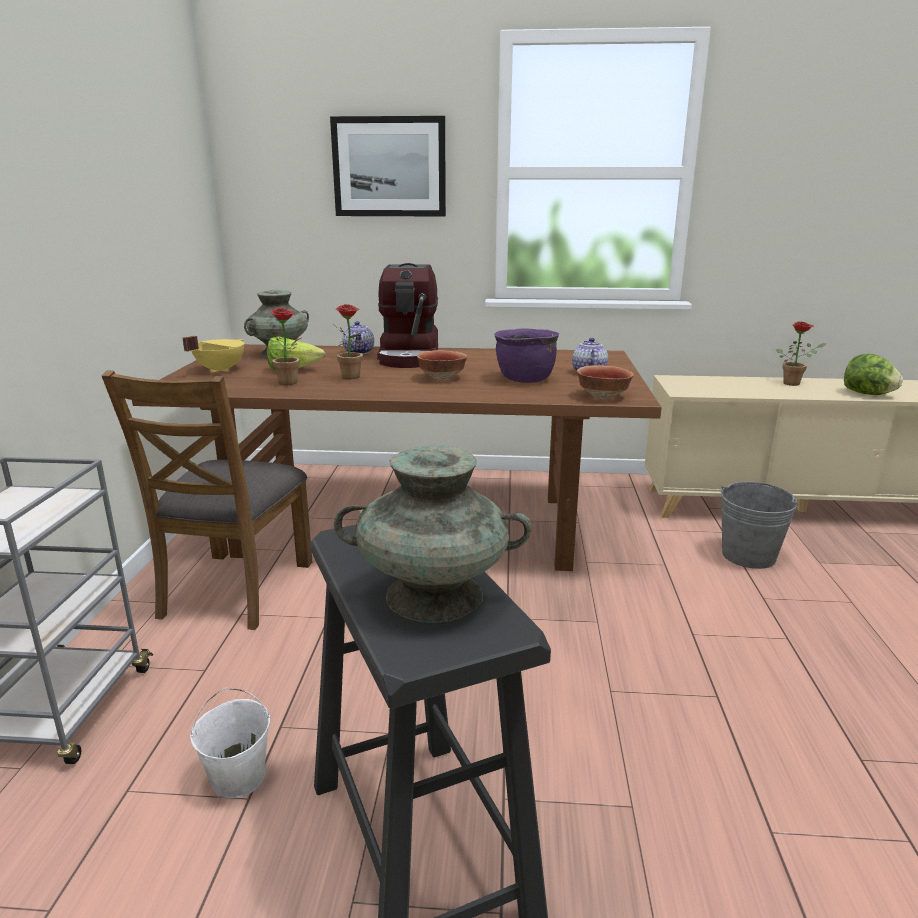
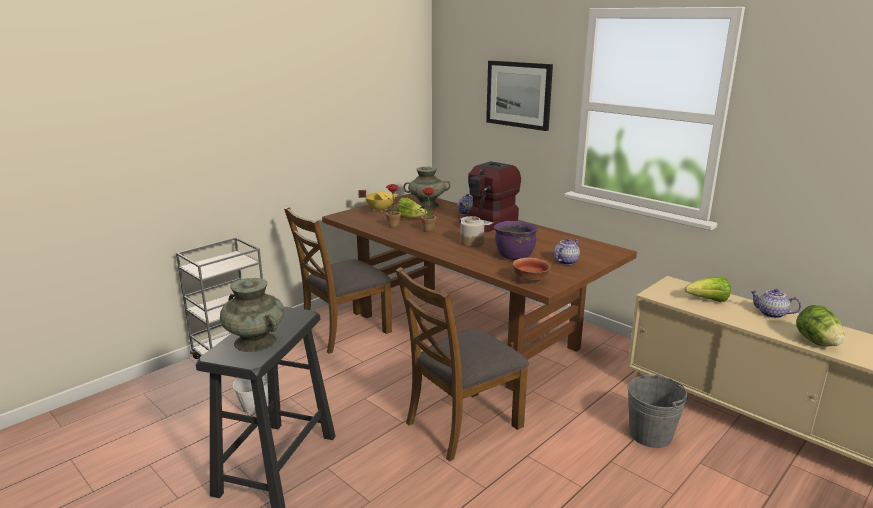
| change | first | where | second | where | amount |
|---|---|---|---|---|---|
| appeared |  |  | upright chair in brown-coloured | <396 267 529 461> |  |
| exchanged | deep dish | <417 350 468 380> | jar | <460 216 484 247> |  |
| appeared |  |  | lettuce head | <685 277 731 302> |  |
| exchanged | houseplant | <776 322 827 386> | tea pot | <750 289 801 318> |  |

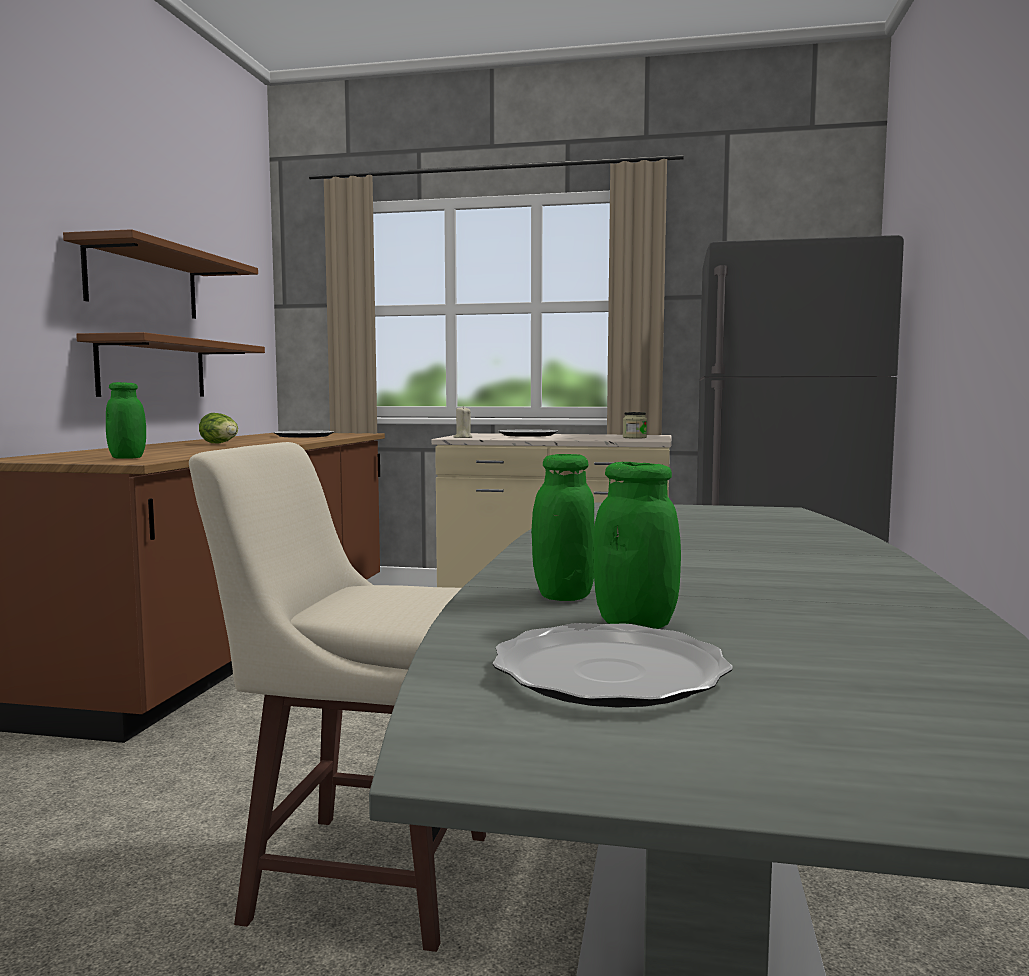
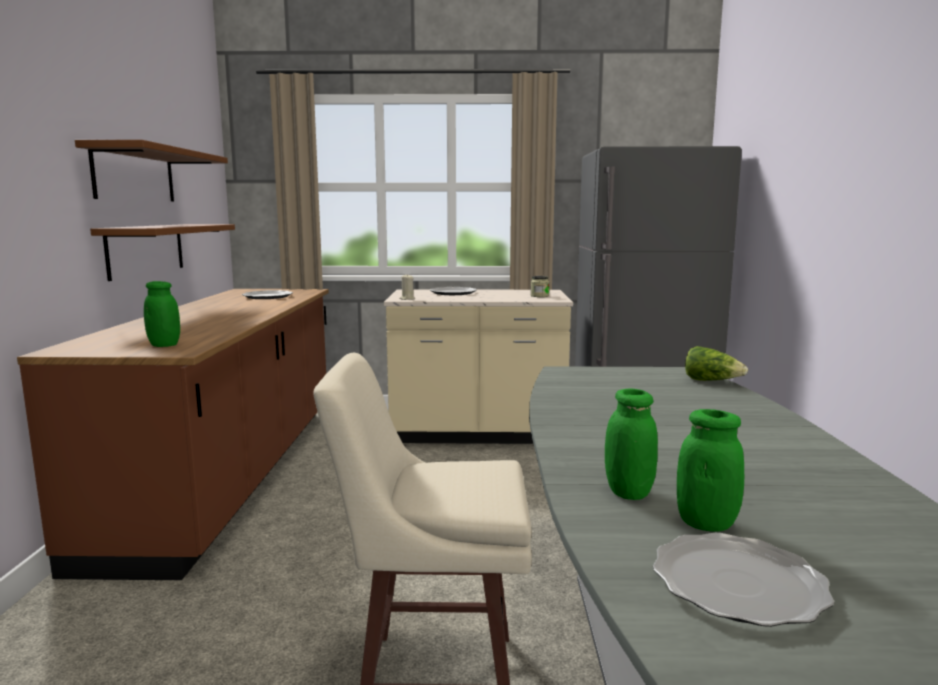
| change | first | where | second | where | amount |
|---|---|---|---|---|---|
| relocated | lettuce head | <199 413 238 443> |  | <685 346 748 381> |  |

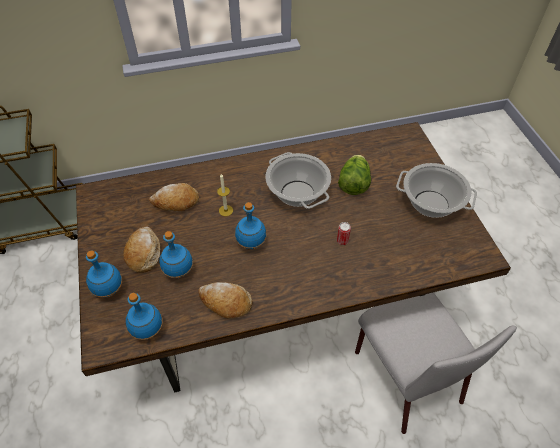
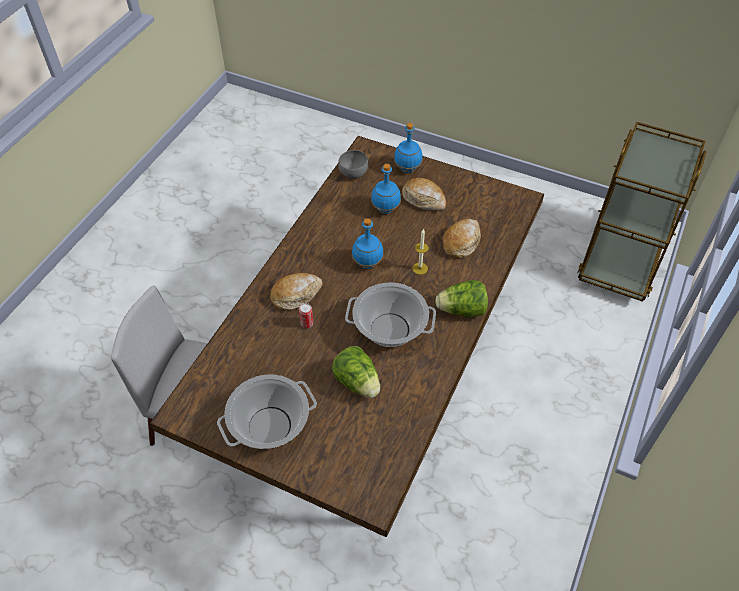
| change | first | where | second | where | amount |
|---|---|---|---|---|---|
| relocated | baked bread | <198 282 253 318> |  | <270 273 323 311> |  |
| exchanged | drink bottle in blue-coloured | <126 293 163 340> | deep dish in gray | <338 150 368 178> |  |
| appeared |  |  | lettuce head | <435 280 488 317> |  |

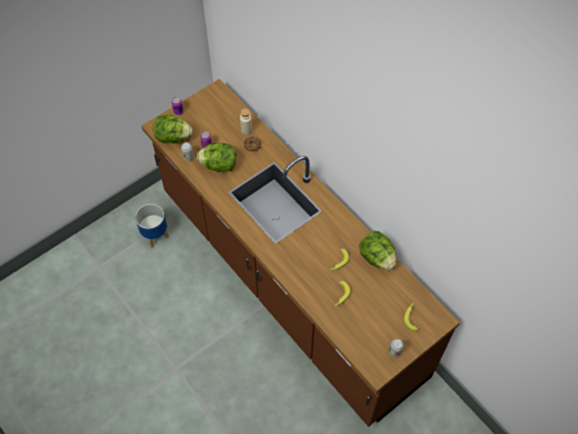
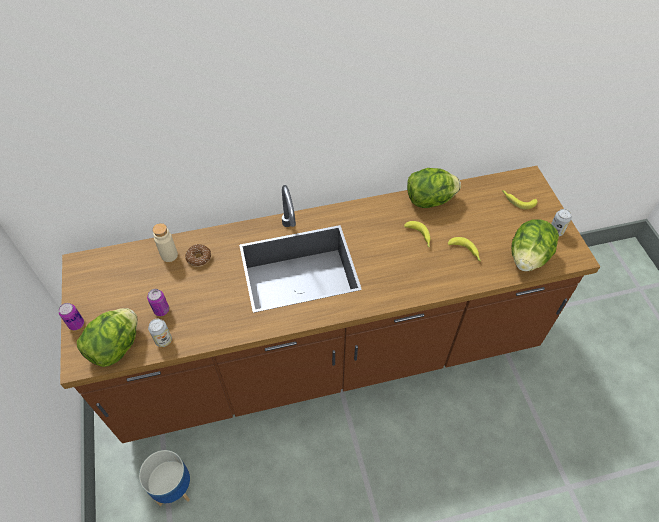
| change | first | where | second | where | amount |
|---|---|---|---|---|---|
| relocated | lettuce head | <197 143 236 172> |  | <511 219 559 271> |  |

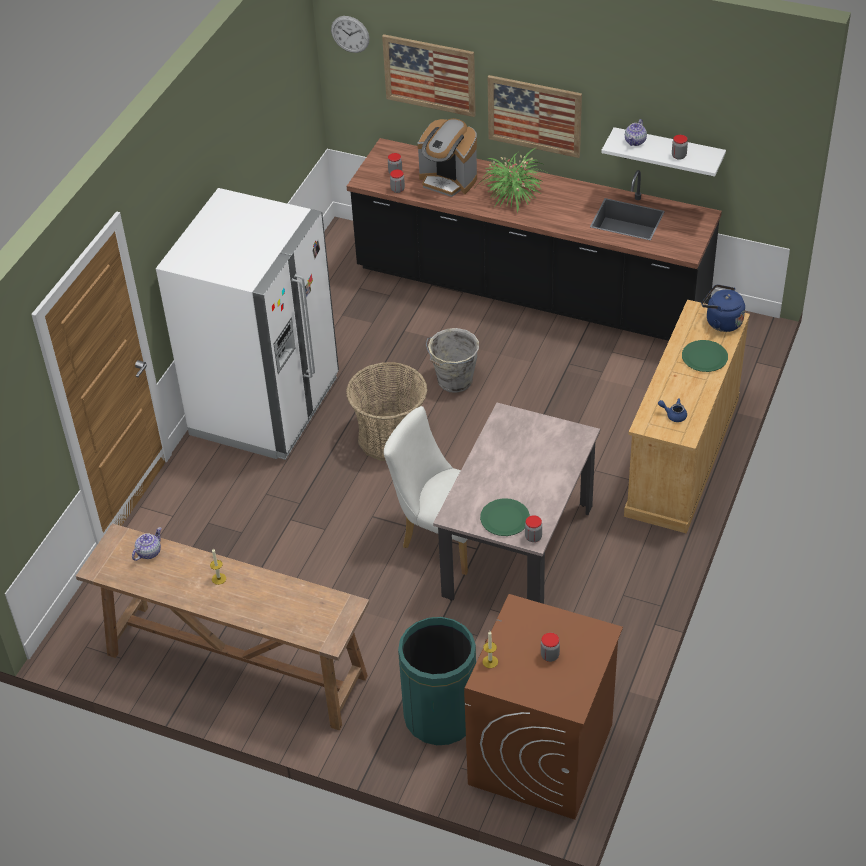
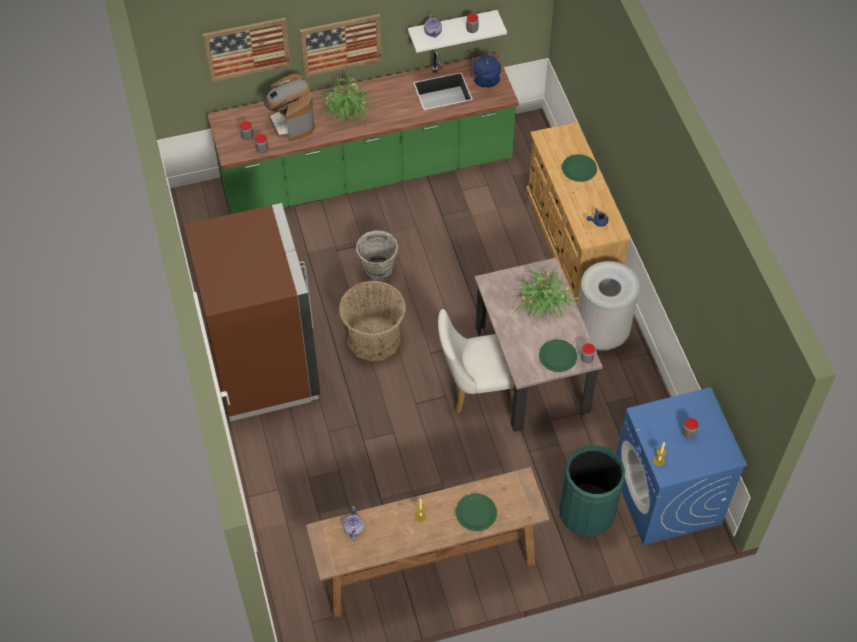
| change | first | where | second | where | amount |
|---|---|---|---|---|---|
| colour | refrigerator in white-coloured | <156 188 339 460> | refrigerator in brown-coloured | <184 203 320 422> |  |
| colour | kitchen counter in blackish | <347 138 722 341> | kitchen counter in green | <207 51 519 214> |  |
| spun | coffee maker | <417 118 477 197> |  | <263 74 315 141> | 75 degrees clockwise |
| appeared |  |  | plate in green | <456 494 497 531> |  |
| relocated | water kettle in blue-coloured | <701 284 745 332> |  | <470 53 501 88> |  |
| appeared |  |  | houseplant | <512 266 578 319> |  |
| appeared |  |  | trash can in gray | <577 261 639 351> |  |
| colour | laundry appliance in brown-coloured | <464 594 623 820> | laundry appliance in blue-coloured | <616 387 747 545> |  |
| missing | wall clock | <331 16 369 53> |  |  |  |

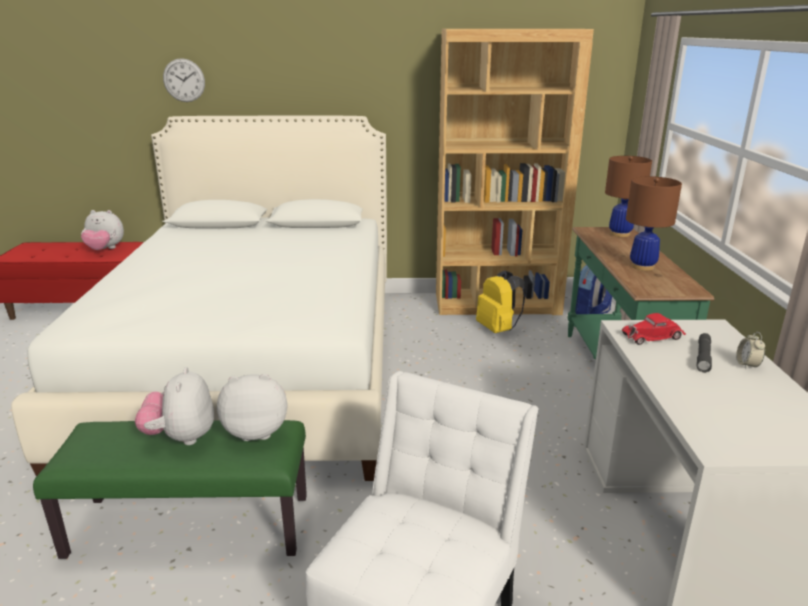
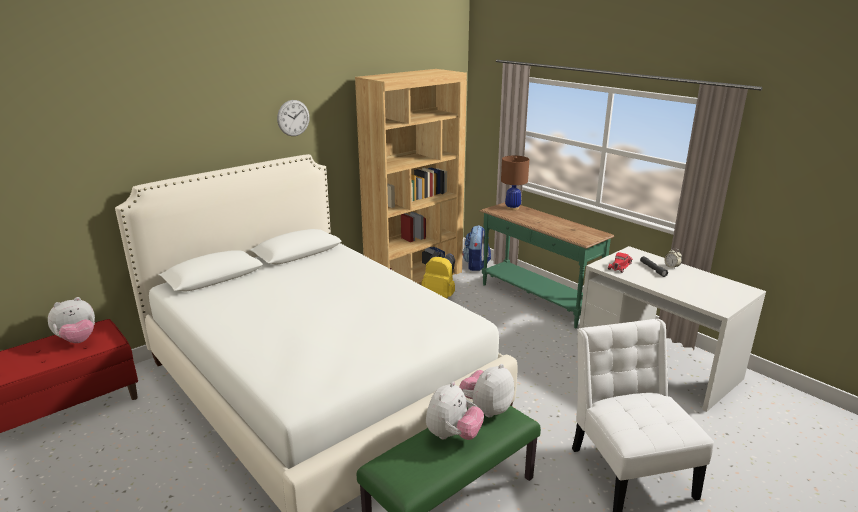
| change | first | where | second | where | amount |
|---|---|---|---|---|---|
| relocated | wall clock | <163 58 205 102> |  | <277 100 310 136> |  |
| spun | cuddly toy | <135 367 214 445> |  | <426 382 484 440> | 105 degrees counterclockwise |
| missing | table lamp in brown-coloured | <626 176 682 271> |  |  |  |

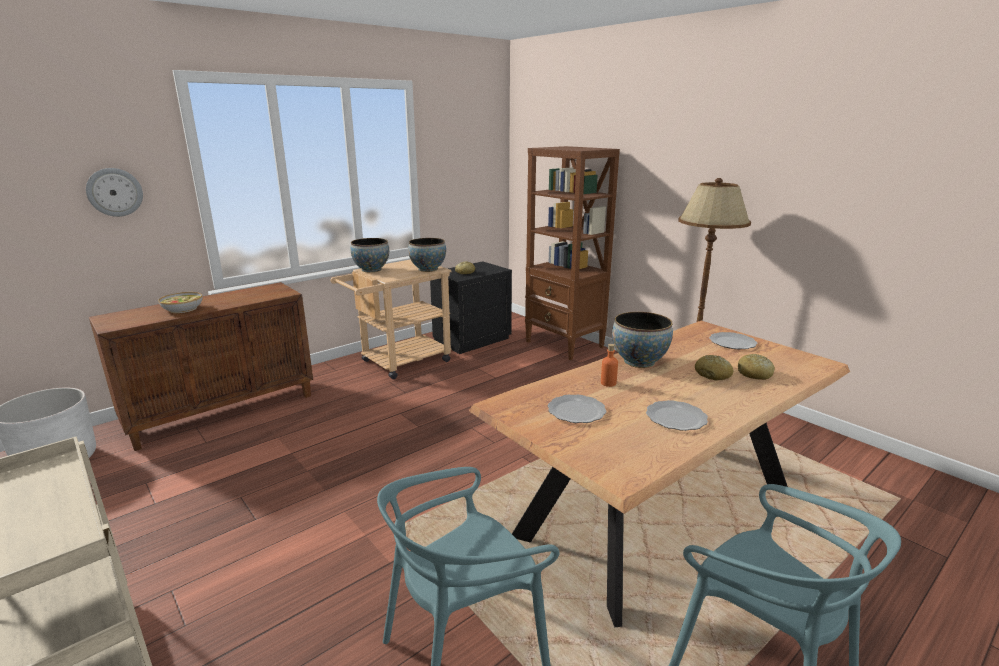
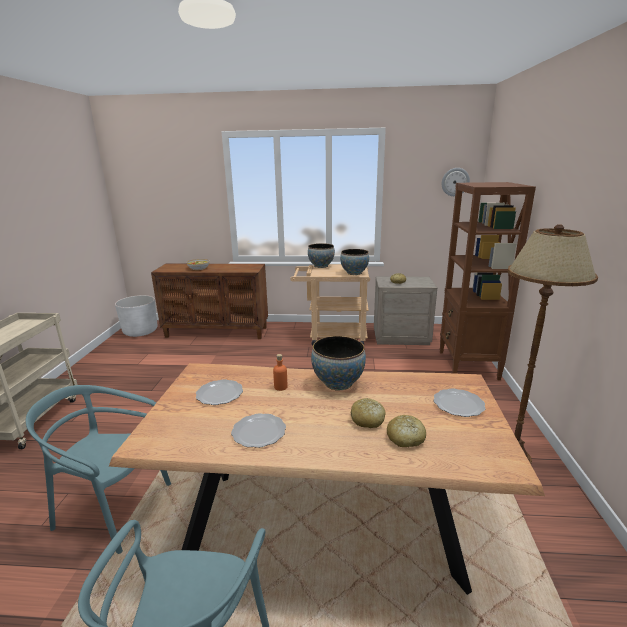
| change | first | where | second | where | amount |
|---|---|---|---|---|---|
| colour | nightstand in blackish | <430 261 512 354> | nightstand in sand-coloured | <374 277 437 345> |  |
| relocated | wall clock | <86 168 143 217> |  | <442 168 470 196> |  |

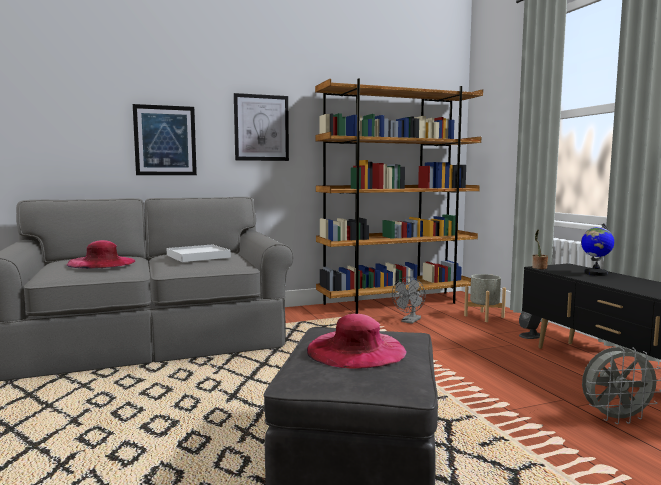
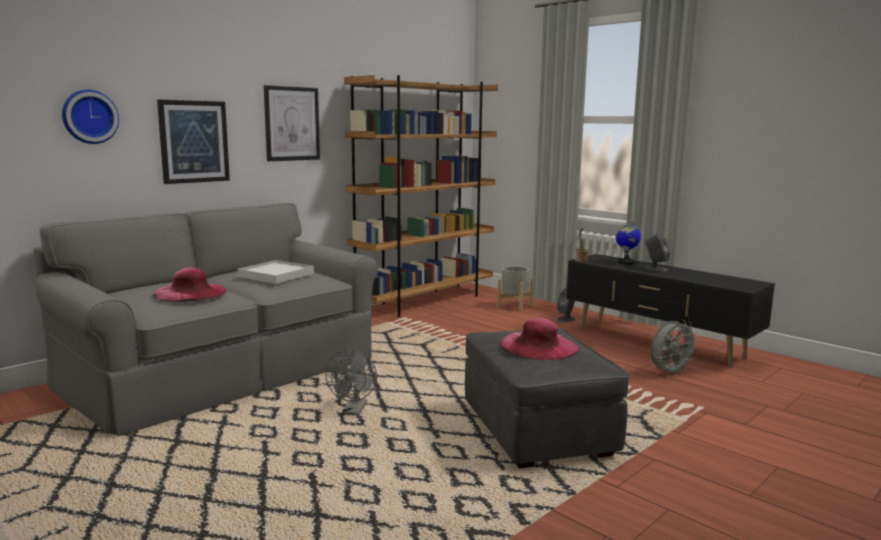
| change | first | where | second | where | amount |
|---|---|---|---|---|---|
| appeared |  |  | wall clock | <62 90 119 144> |  |
| relocated | electric fan in gray | <392 277 425 324> |  | <325 349 377 415> |  |
| appeared |  |  | speaker in gray | <644 233 670 272> |  |

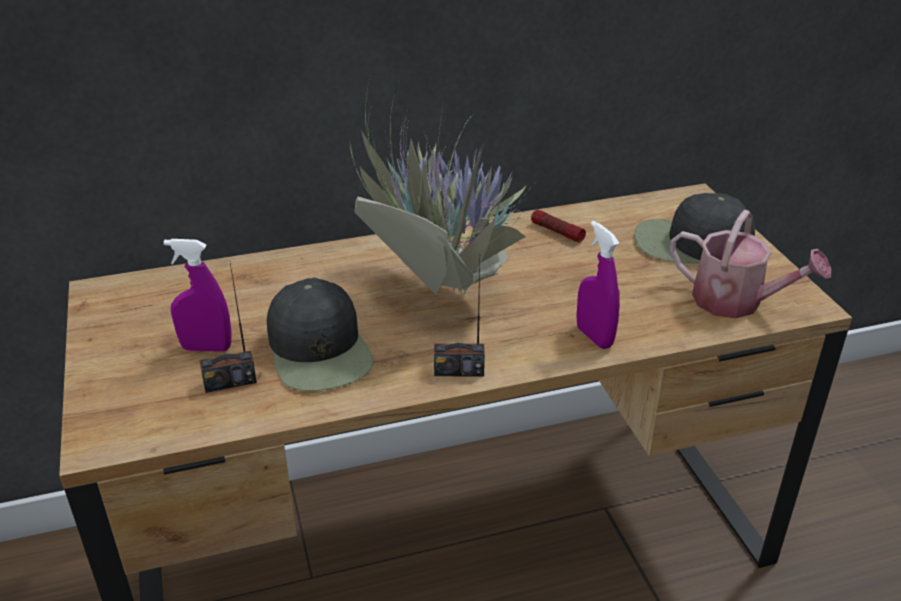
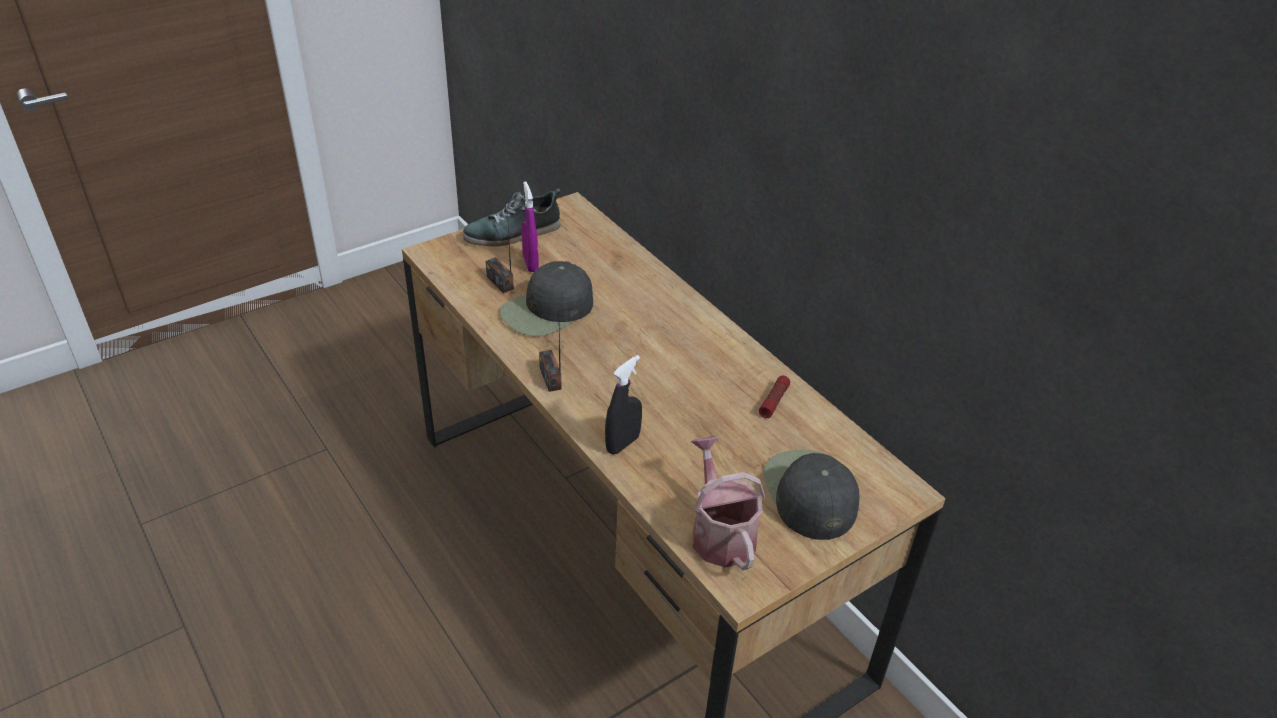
| change | first | where | second | where | amount |
|---|---|---|---|---|---|
| appeared |  |  | shoe | <462 188 560 246> |  |
| colour | hand sprayer in purplish | <576 221 620 349> | hand sprayer in blackish | <605 355 642 454> |  |
| spun | sprinkling can | <670 210 831 318> |  | <690 436 765 571> | 150 degrees clockwise |
| missing | houseplant | <350 79 543 295> |  |  |  |

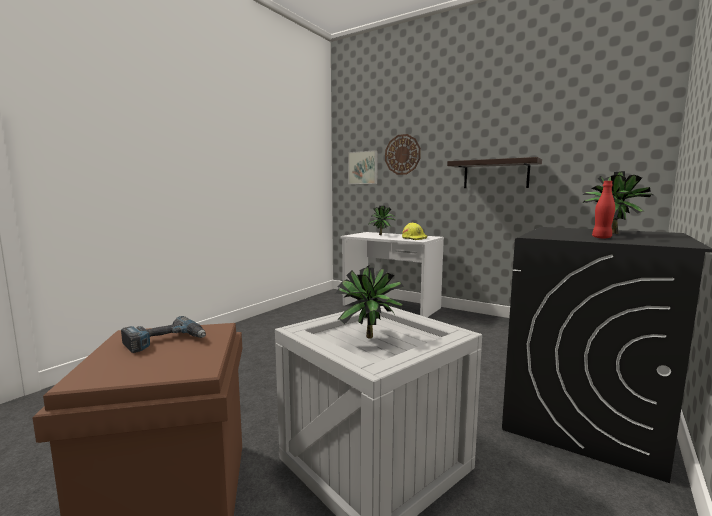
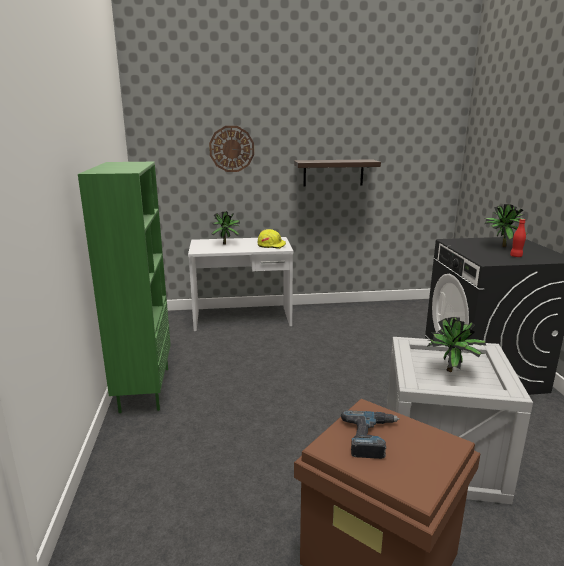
| change | first | where | second | where | amount |
|---|---|---|---|---|---|
| appeared |  |  | bookcase in green | <78 162 171 413> |  |
| missing | wall picture | <348 150 378 184> |  |  |  |

